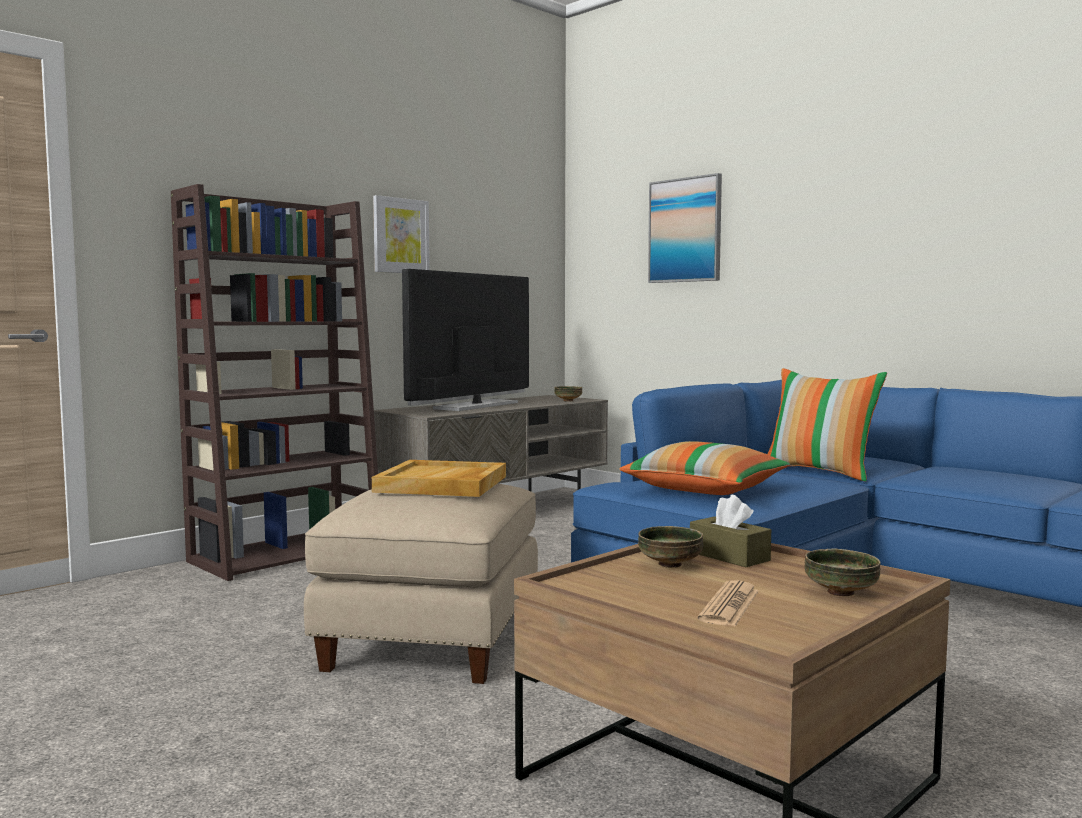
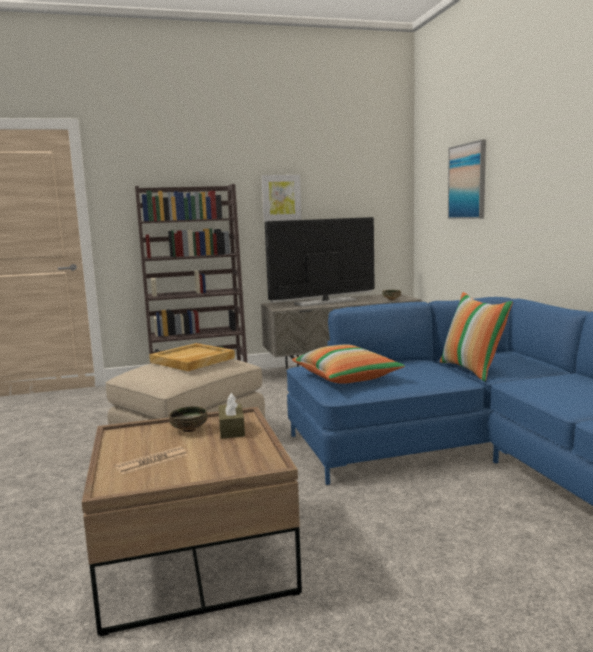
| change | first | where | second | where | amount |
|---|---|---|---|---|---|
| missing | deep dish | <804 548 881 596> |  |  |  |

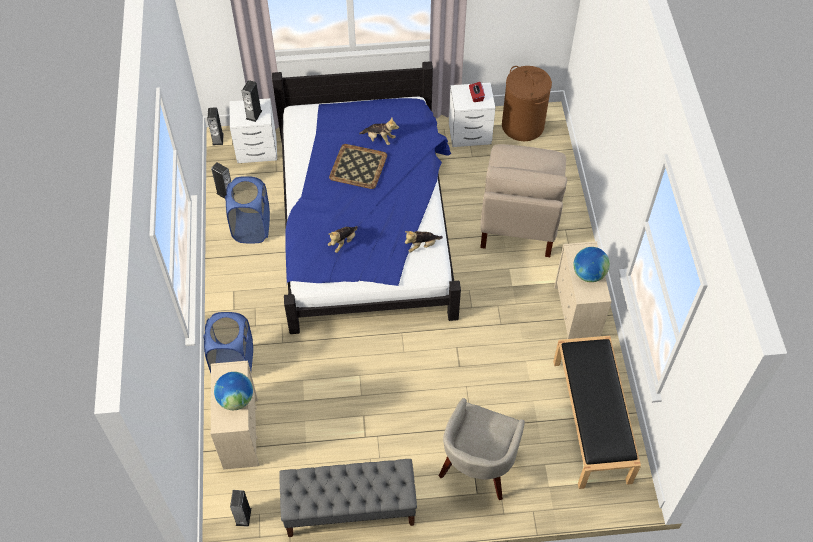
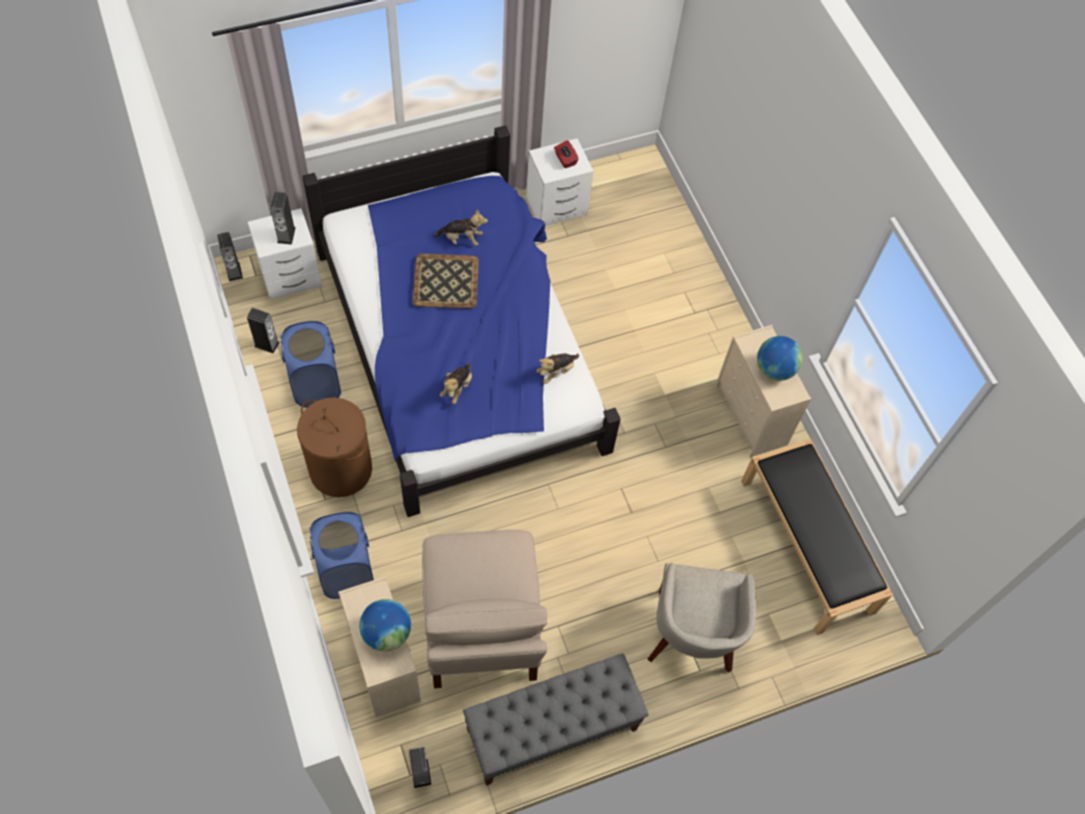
| change | first | where | second | where | amount |
|---|---|---|---|---|---|
| relocated | hamper in brown-coloured | <502 66 552 141> |  | <297 397 372 497> |  |
| relocated | upright chair in sand-coloured | <480 144 567 257> |  | <422 529 547 688> |  |

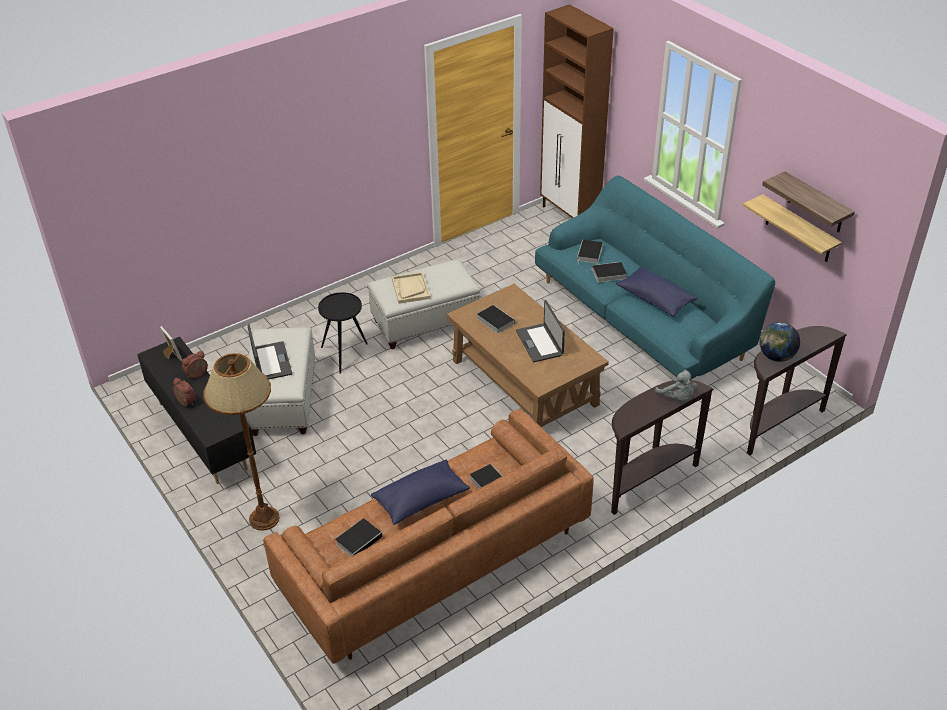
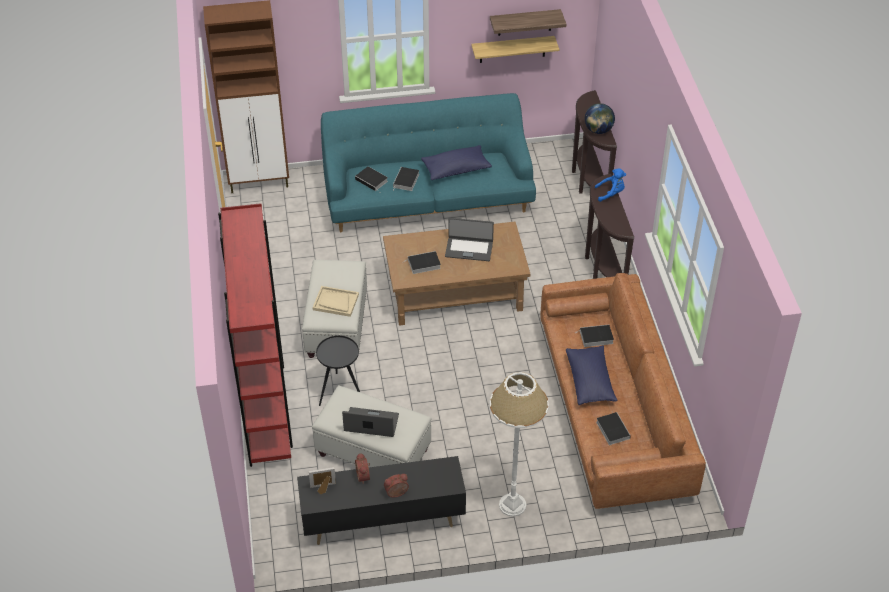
| change | first | where | second | where | amount |
|---|---|---|---|---|---|
| appeared |  |  | bookcase in red | <218 203 293 467> |  |
| colour | standard lamp in brown-coloured | <203 353 280 531> | standard lamp in white-coloured | <490 372 549 517> |  |
| colour | cuddly toy in gray | <655 370 698 402> | cuddly toy in blue-coloured | <595 169 626 202> |  |

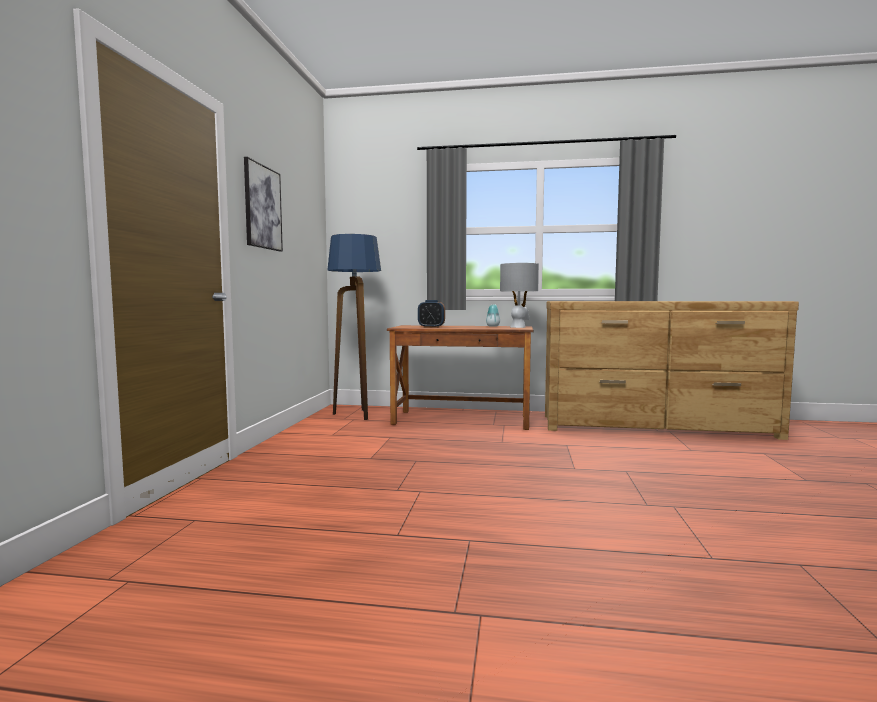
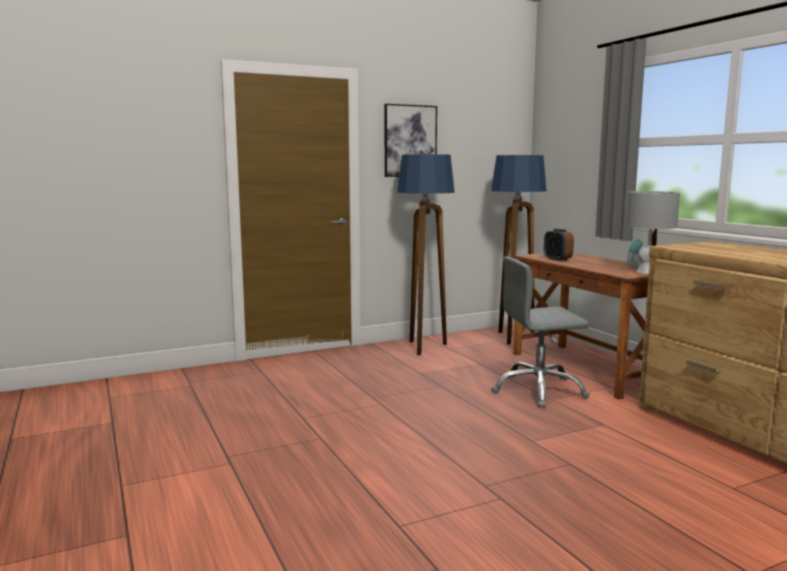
| change | first | where | second | where | amount |
|---|---|---|---|---|---|
| appeared |  |  | standard lamp | <397 154 455 355> |  |
| appeared |  |  | computer chair in gray | <491 256 590 408> |  |

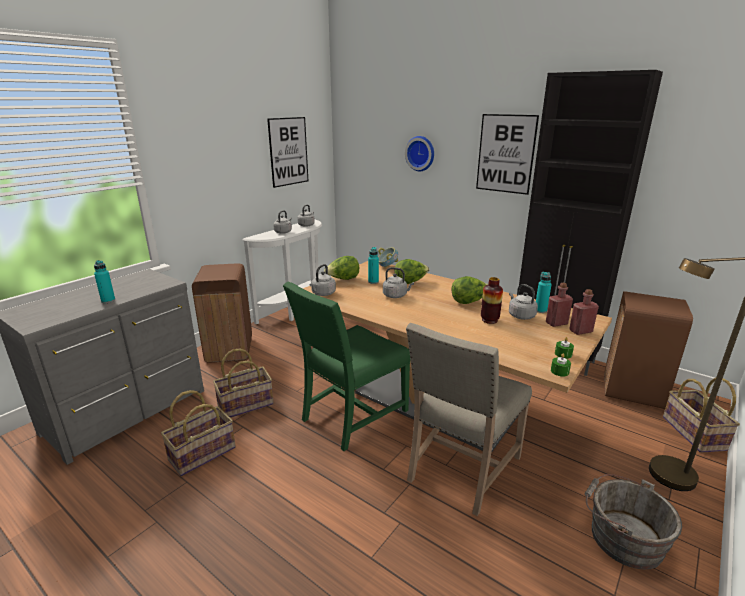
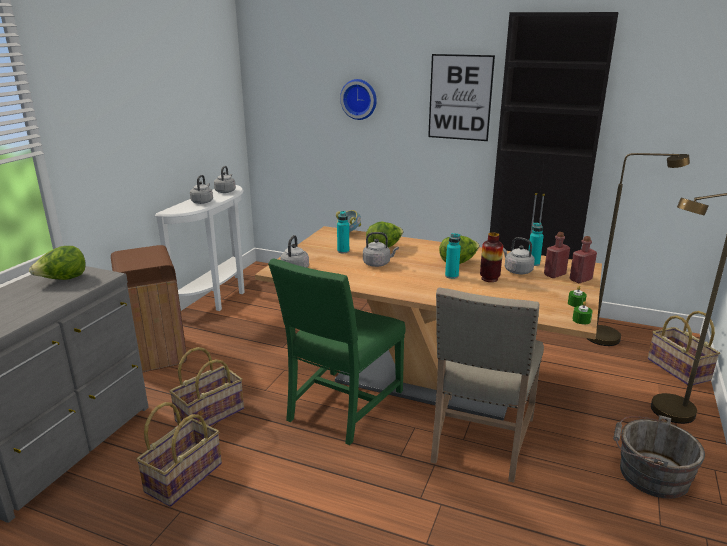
| change | first | where | second | where | amount |
|---|---|---|---|---|---|
| relocated | lettuce head | <324 256 359 280> |  | <29 246 86 280> |  |
| relocated | drink bottle in blue-green | <94 260 115 303> |  | <445 233 461 279> |  |
| exchanged | trash can in brown-coloured | <604 291 693 409> | standard lamp in brown-coloured | <587 153 690 346> |  |
| missing | wall picture | <267 117 308 188> |  |  |  |

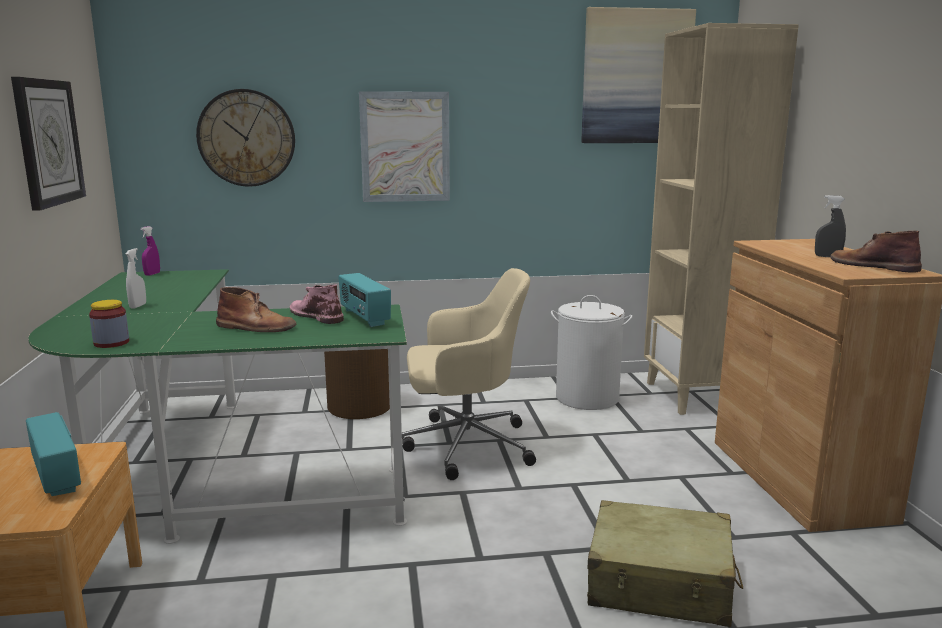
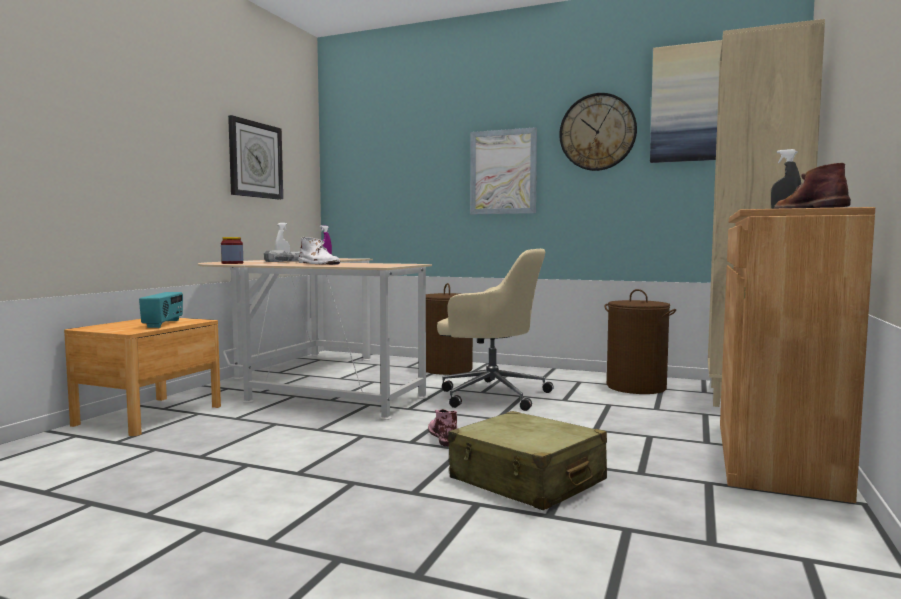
| change | first | where | second | where | amount |
|---|---|---|---|---|---|
| colour | desk table in green | <28 269 407 544> | desk table in sand-coloured | <198 258 432 420> |  |
| appeared |  |  | power drill | <264 250 300 262> |  |
| colour | boot in brown-coloured | <216 287 297 332> | boot in white-coloured | <298 237 340 265> |  |
| relocated | boot in pinkish | <290 284 344 324> |  | <428 409 458 447> |  |
| relocated | wall clock | <196 89 295 187> |  | <559 93 637 171> |  |
| colour | hamper in white-coloured | <551 295 633 410> | hamper in brown-coloured | <605 289 676 394> |  |
| missing | radio set | <338 273 391 327> |  |  |  |

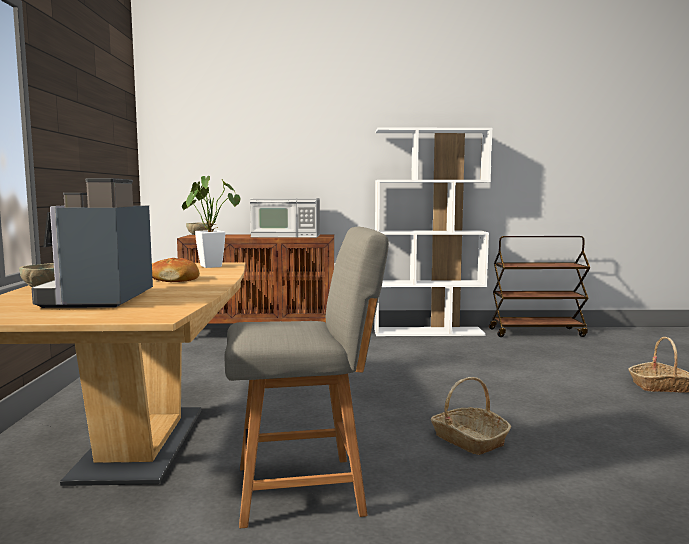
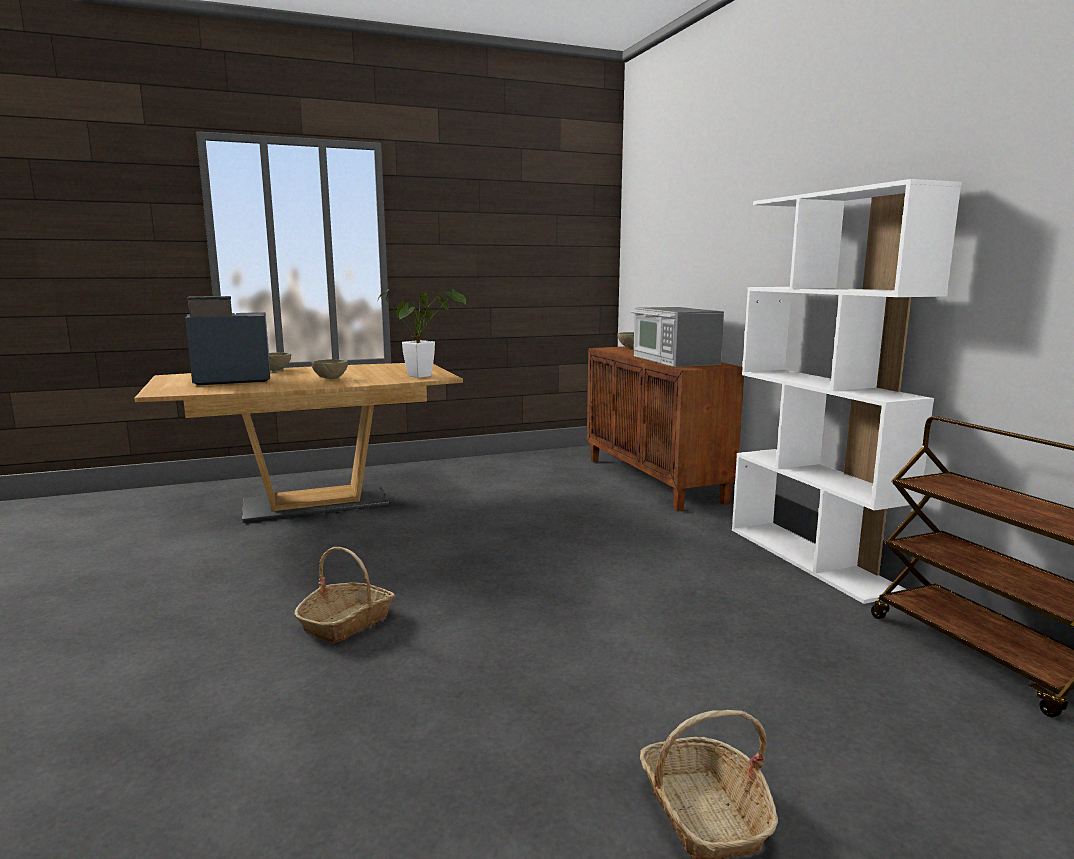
| change | first | where | second | where | amount |
|---|---|---|---|---|---|
| exchanged | baked bread | <152 258 200 282> | deep dish in sand-coloured | <312 359 348 379> |  |
| missing | upright chair in gray | <225 227 389 528> |  |  |  |

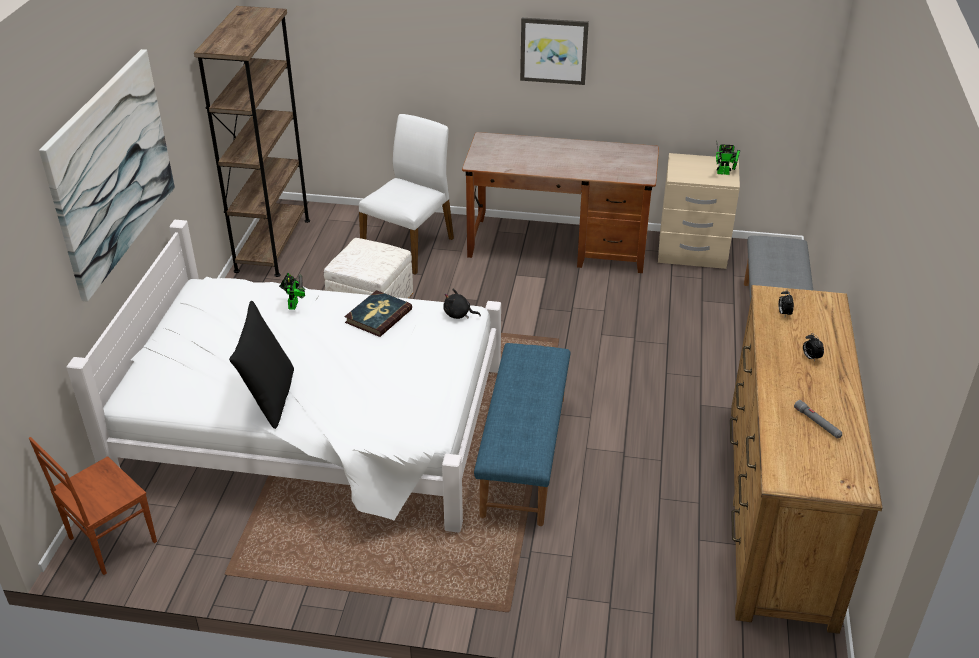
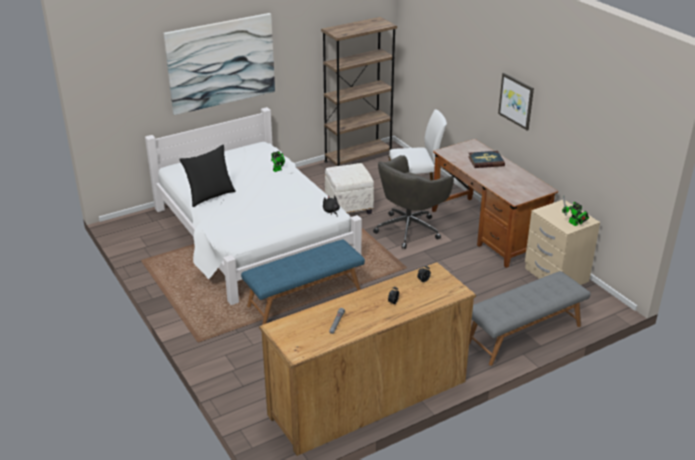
| change | first | where | second | where | amount |
|---|---|---|---|---|---|
| appeared |  |  | computer chair in gray | <373 155 454 249> |  |
| relocated | volume | <344 290 412 337> |  | <468 151 505 168> |  |
| missing | upright chair in brown-coloured | <29 437 157 575> |  |  |  |

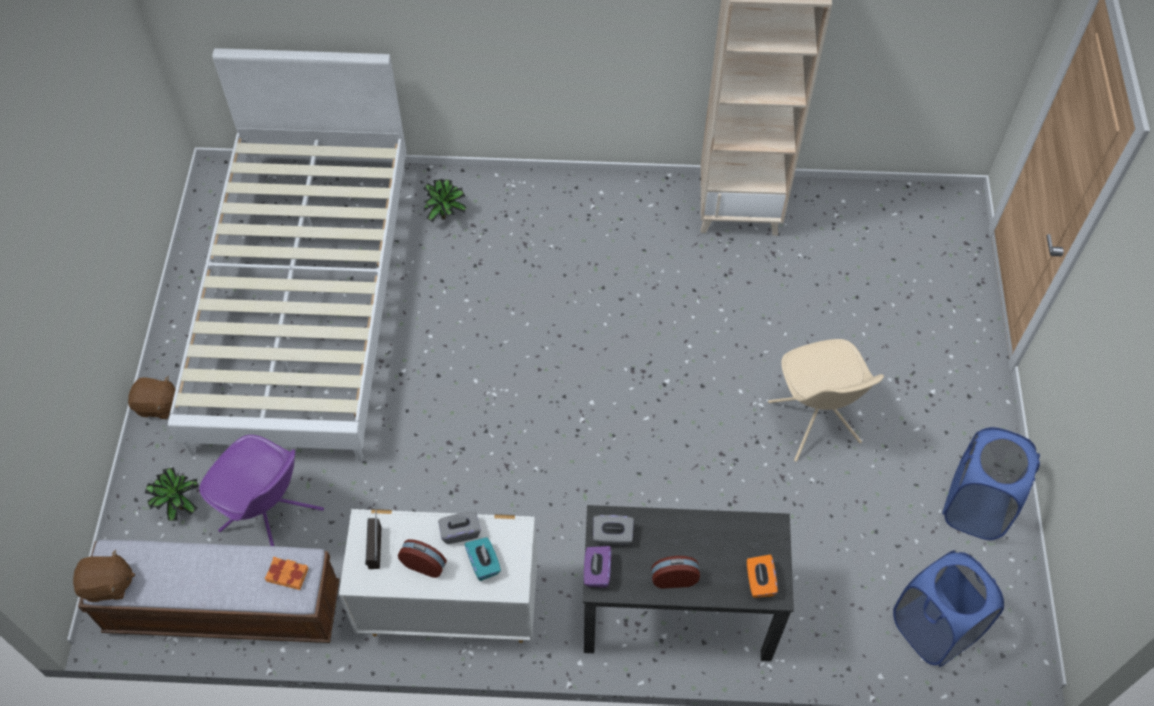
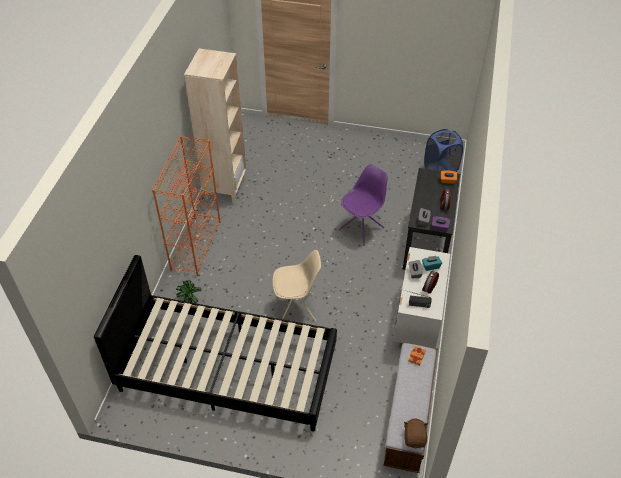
| change | first | where | second | where | amount |
|---|---|---|---|---|---|
| colour | bed in white-coloured | <168 48 407 462> | bed in blackish | <94 255 337 432> |  |
| appeared |  |  | bookcase in orangey | <152 136 220 276> |  |
| relocated | upright chair in sand-coloured | <768 339 884 462> |  | <273 250 321 321> |  |
| relocated | upright chair in purplish | <199 435 324 546> |  | <338 164 388 246> |  |
| missing | cuddly toy in brown-coloured | <128 376 176 419> |  |  |  |
| missing | houseplant | <145 467 199 521> |  |  |  |
| missing | hamper in blue-coloured | <942 427 1040 540> |  |  |  |

